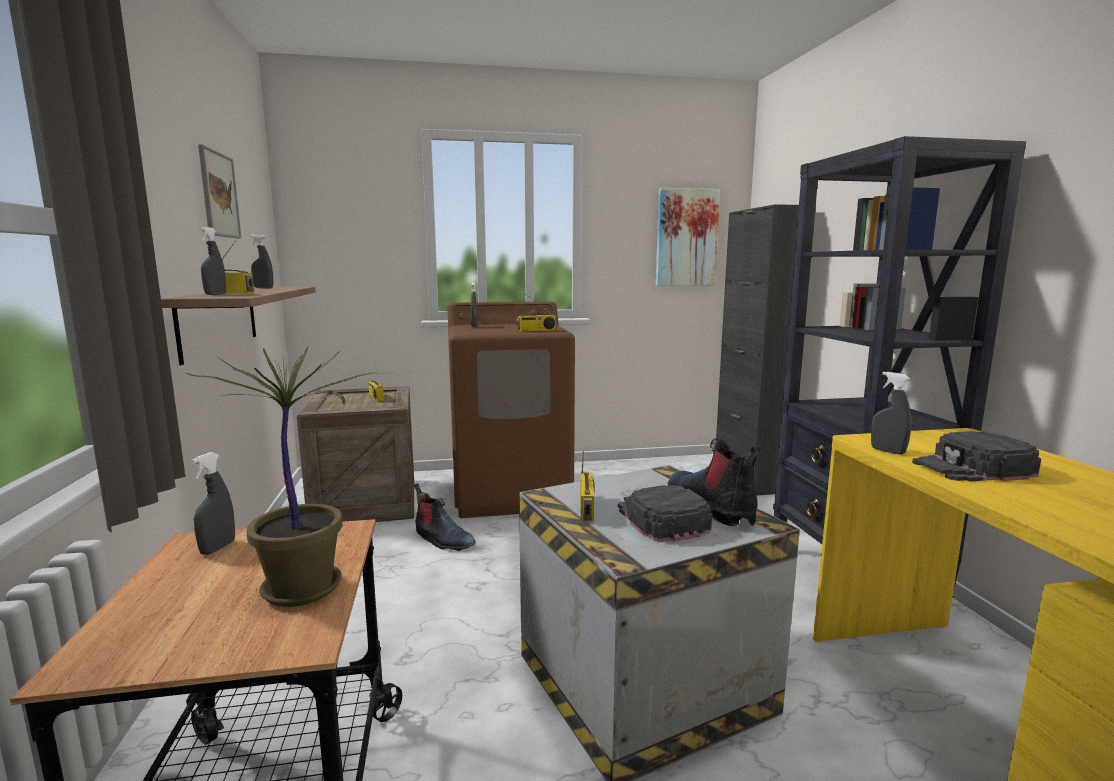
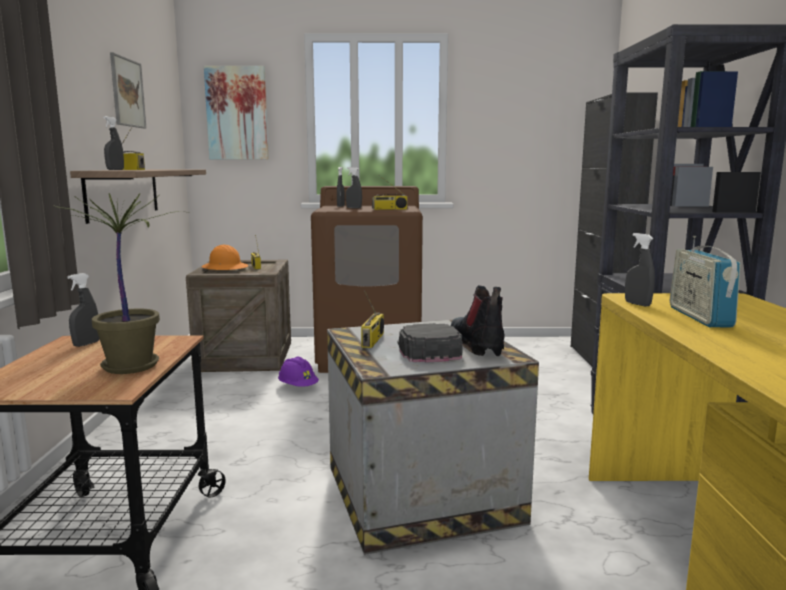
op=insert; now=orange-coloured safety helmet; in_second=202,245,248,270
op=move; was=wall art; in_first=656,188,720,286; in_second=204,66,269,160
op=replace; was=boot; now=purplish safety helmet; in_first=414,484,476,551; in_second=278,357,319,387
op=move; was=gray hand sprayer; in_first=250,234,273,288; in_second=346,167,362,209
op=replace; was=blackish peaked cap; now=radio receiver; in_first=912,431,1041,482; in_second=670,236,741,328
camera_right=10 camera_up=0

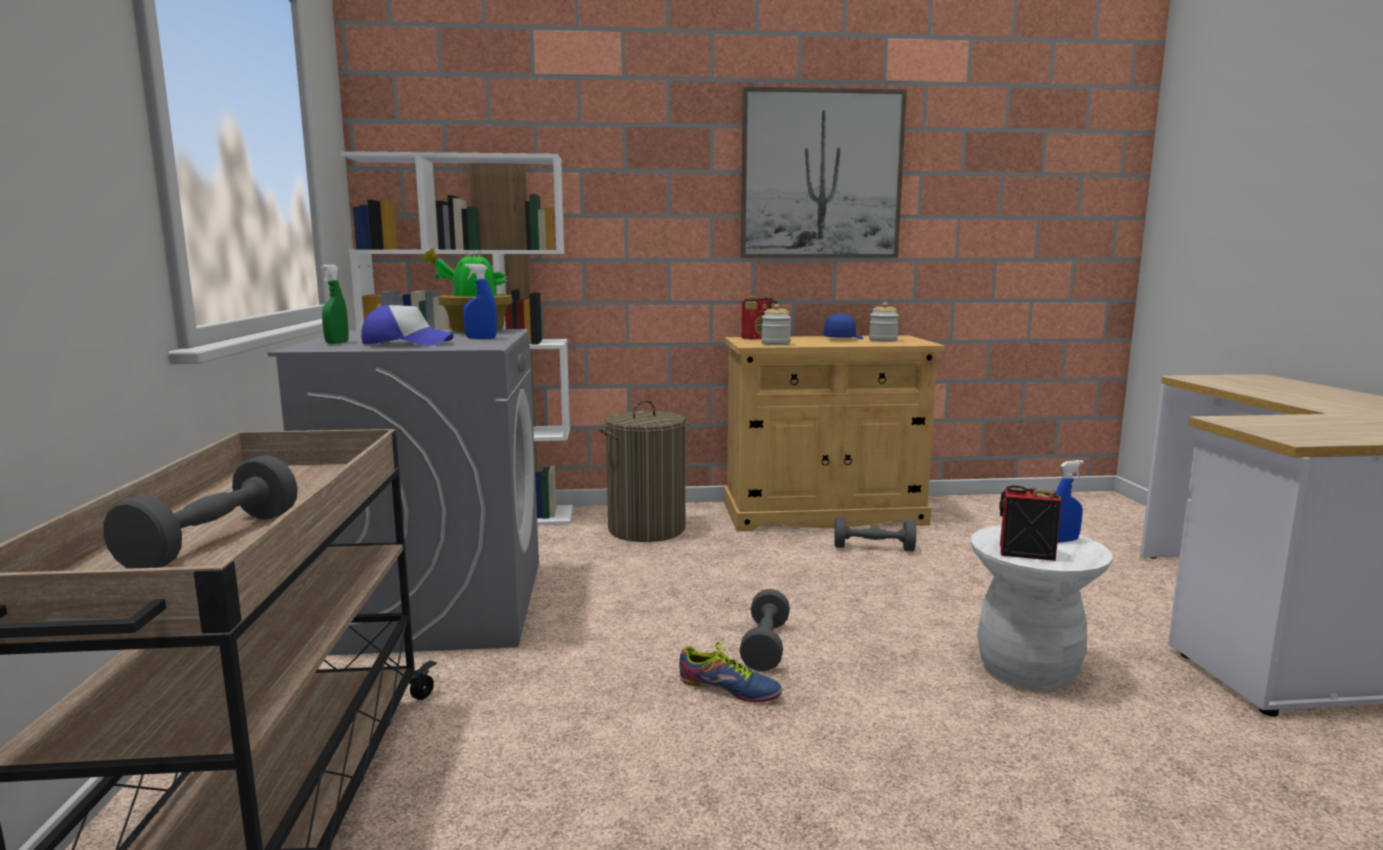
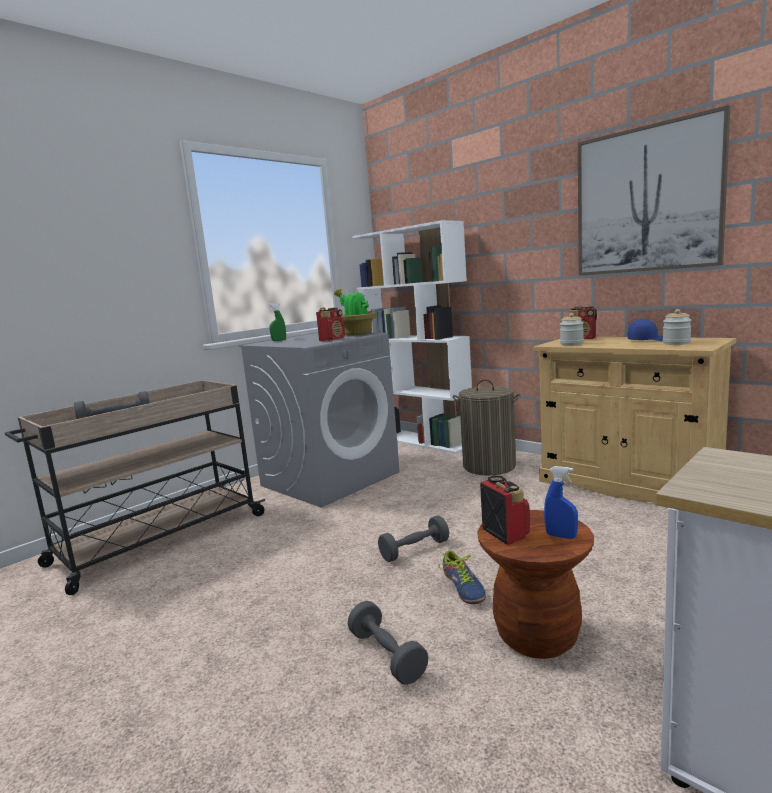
op=replace; was=blue-coloured hand sprayer; now=radio receiver; in_first=463,264,497,339; in_second=316,307,345,341
op=move; was=gray hand weight; in_first=834,517,916,551; in_second=348,601,428,685
op=move; was=item of footwear; in_first=679,642,782,702; in_second=438,551,486,604
op=recolor; was=white stool; now=brownish stool; in_first=971,525,1113,690; in_second=477,510,594,659
op=delete; was=peaked cap; in_first=361,305,453,346
camera_right=50 camera_up=0

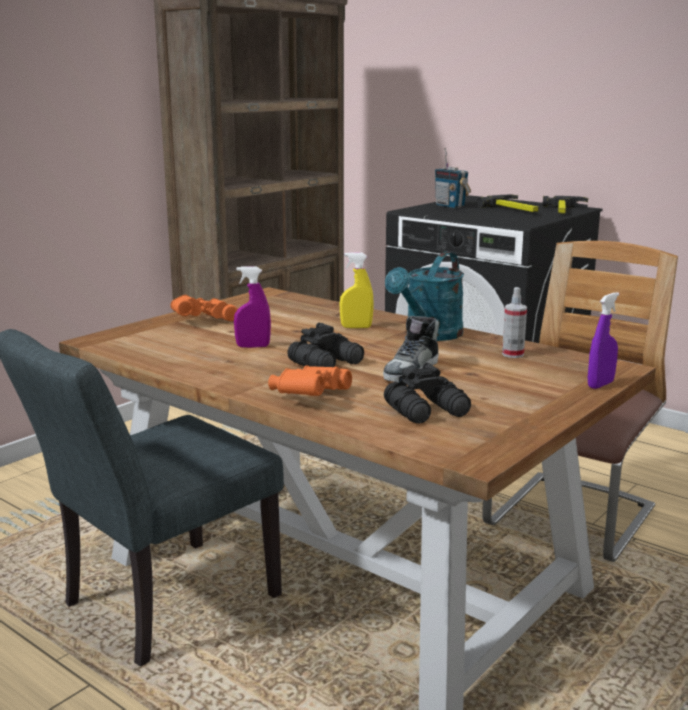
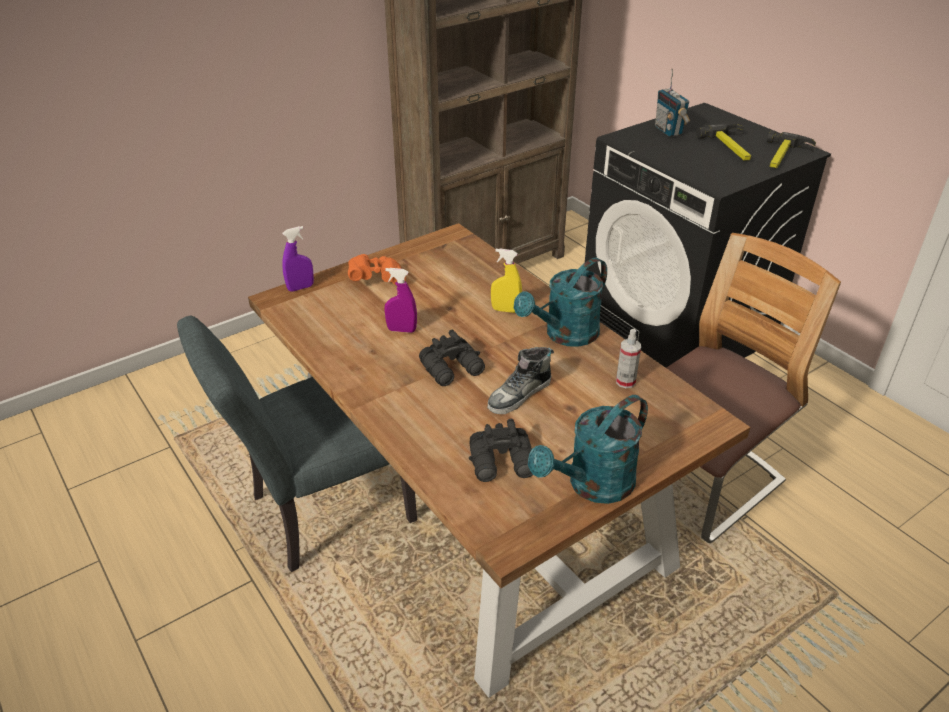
op=move; was=purplish hand sprayer; in_first=588,292,619,389; in_second=282,226,314,291
op=insert; now=turquoise watering can; in_second=528,395,648,504
op=delete; was=orange-coloured binoculars; in_first=268,366,352,396
camera_right=15 camera_up=20

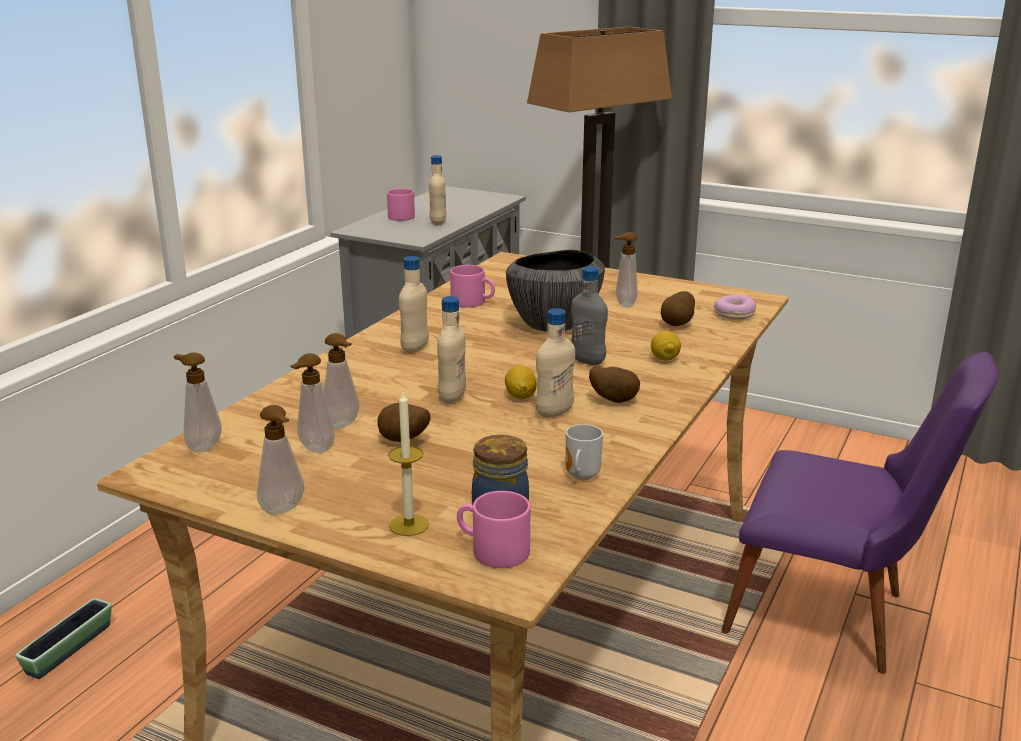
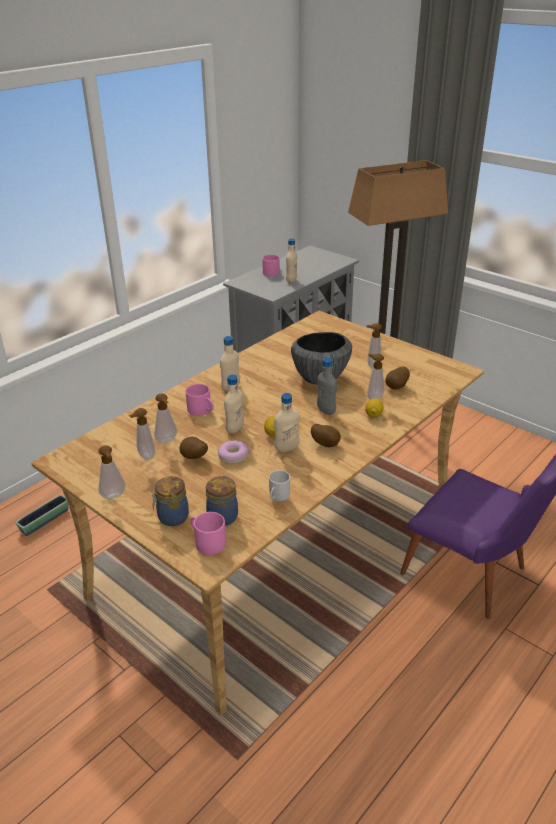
op=replace; was=wax candle; now=jar; in_first=388,392,429,536; in_second=151,476,189,526
op=move; was=pink-coloured tea mug; in_first=450,265,495,308; in_second=185,384,214,416
op=move; was=donut; in_first=714,295,756,320; in_second=218,440,249,464
op=move; was=soap bottle; in_first=174,352,222,452; in_second=367,353,385,400
camera_right=15 camera_up=10

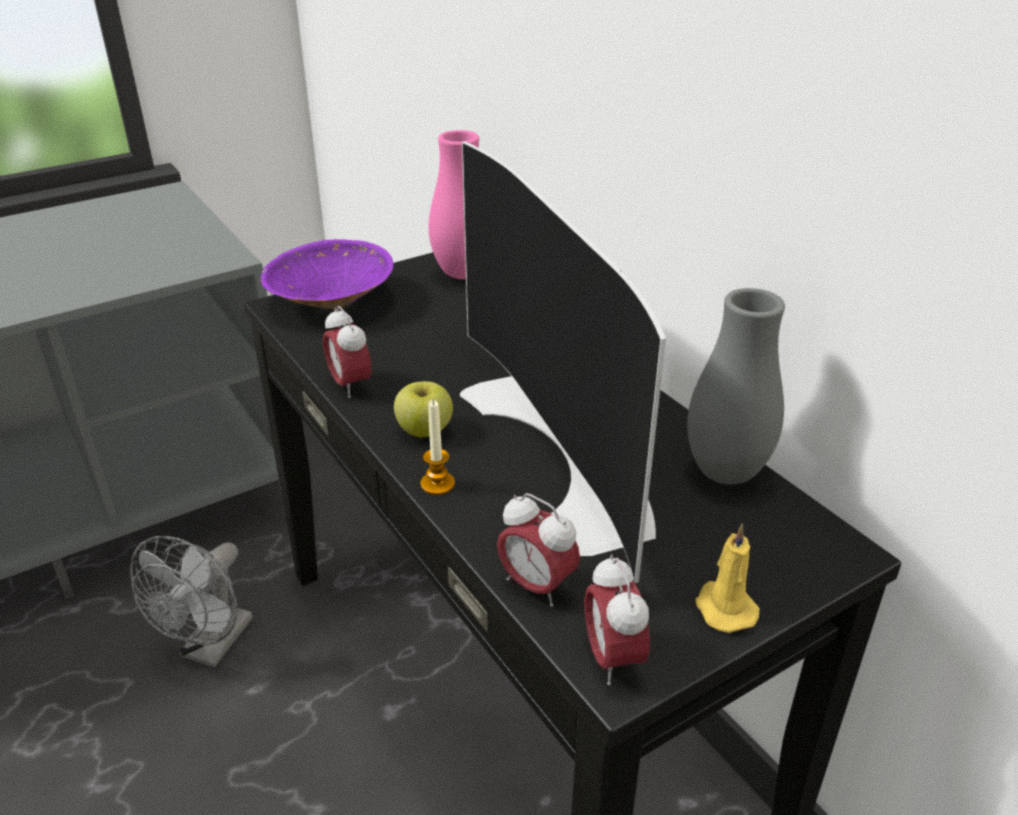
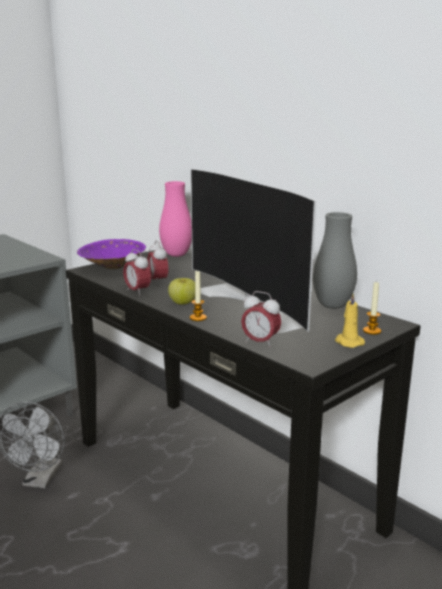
op=move; was=alarm clock; in_first=585,555,650,685; in_second=147,240,168,285
op=insert; now=wax candle; in_second=363,281,381,335
camera_right=-10 camera_up=-15

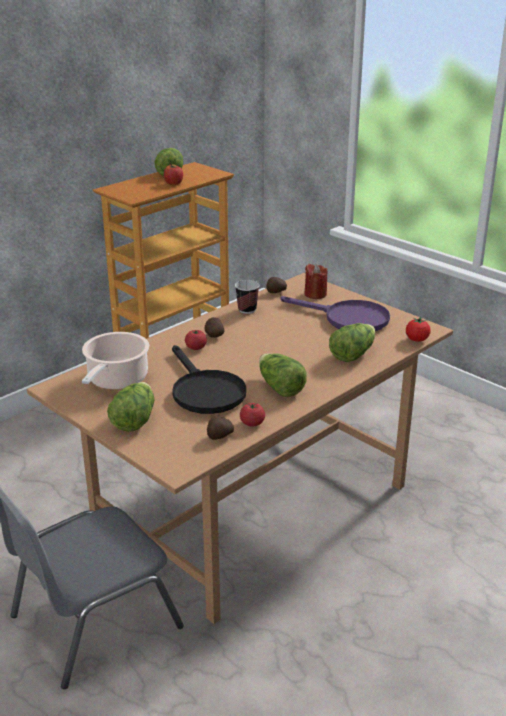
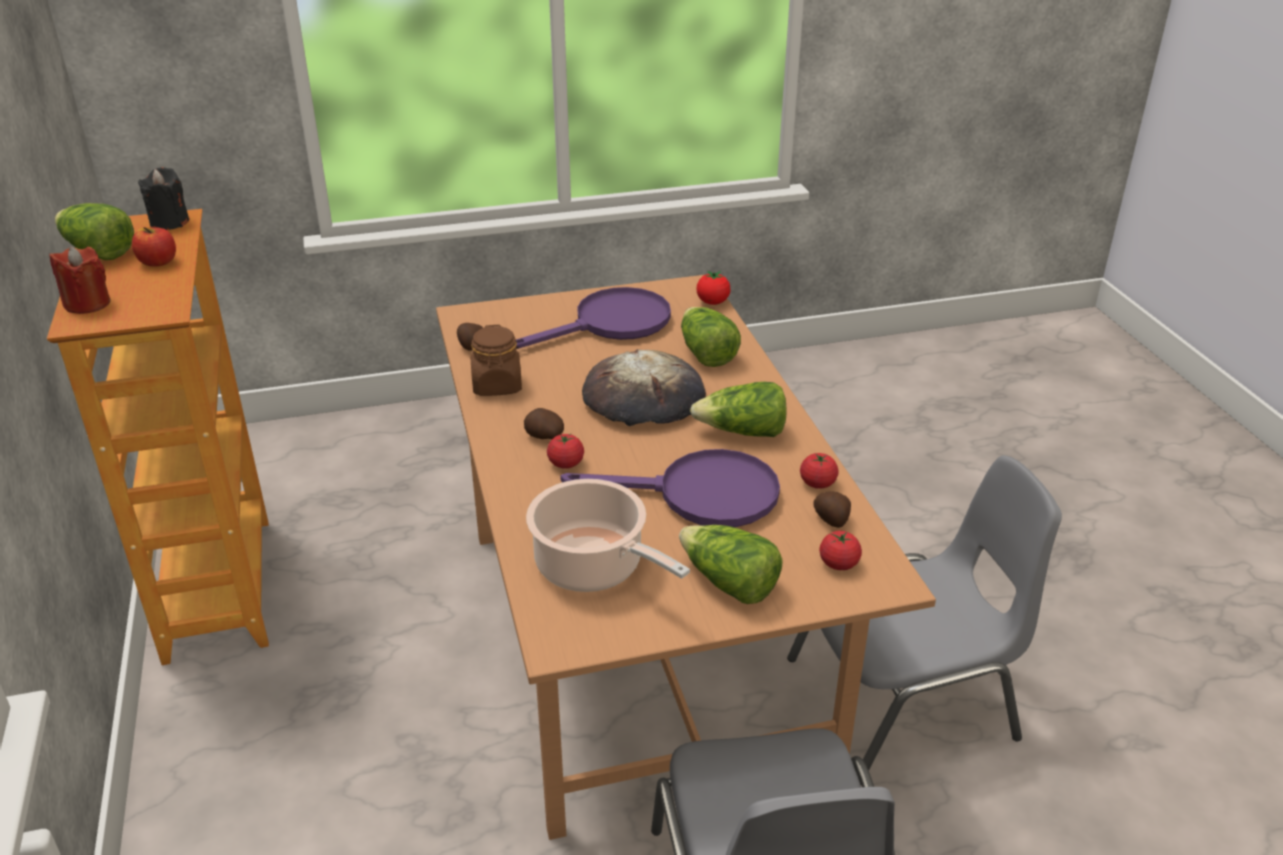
op=move; was=red-coloured wax candle; in_first=304,264,328,299; in_second=49,247,111,314
op=insert; now=blackish wax candle; in_second=138,167,189,230
op=replace; was=drinking cup; now=brownish jar; in_first=235,280,260,314; in_second=471,325,522,396
op=recolor; was=blackish frying pan; now=purplish frying pan; in_first=172,345,246,414; in_second=560,449,780,527
op=insert; now=baked bread; in_second=582,349,706,426
op=insert; now=gray chair; in_second=787,455,1062,785
op=insert; now=fresh tomato; in_second=819,531,862,570
camera_right=-60 camera_up=5

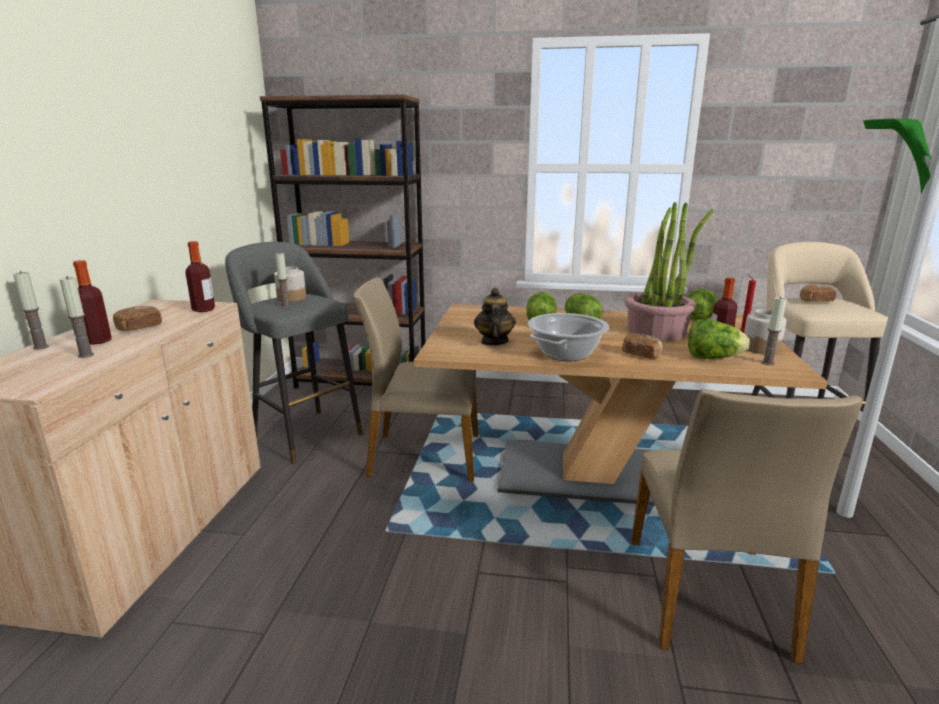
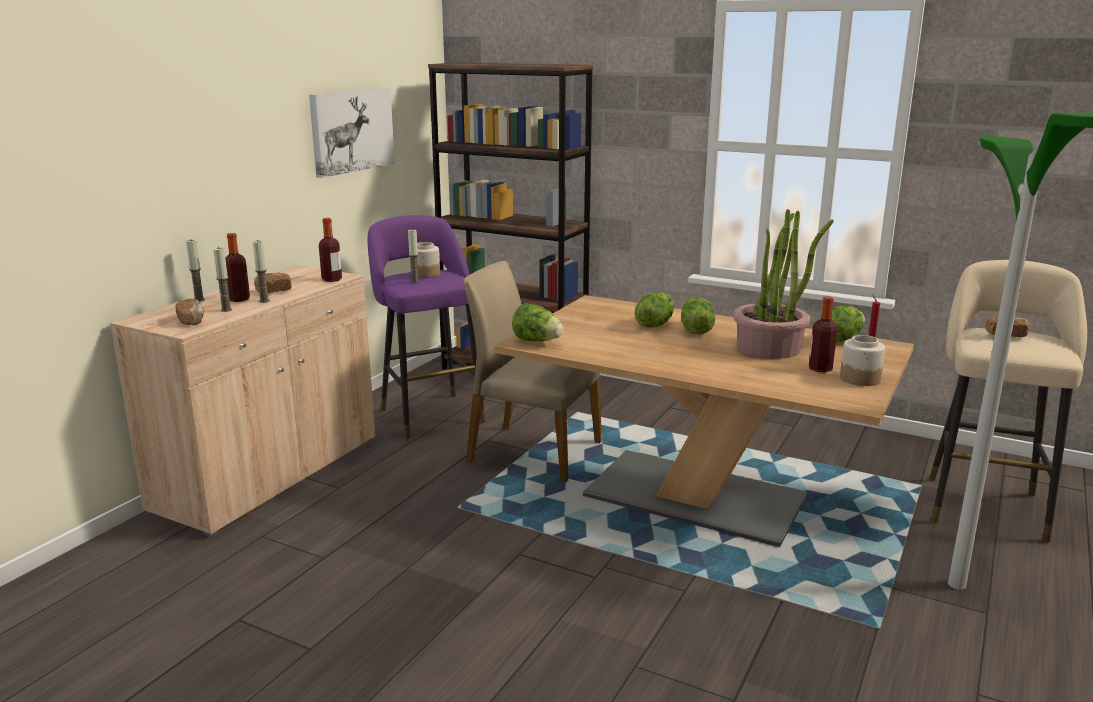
op=move; was=baked bread; in_first=622,333,663,359; in_second=175,299,204,325
op=move; was=wax candle; in_first=762,296,787,365; in_second=253,240,270,303
op=insert; now=wall art; in_second=309,88,395,178
op=recolor; was=gray stool; now=purplish stool; in_first=225,242,363,464; in_second=368,215,486,439
op=move; was=head of lettuce; in_first=688,319,750,359; in_second=512,303,564,341
op=delete; was=teapot; in_first=474,288,516,346
op=delete; was=cooking pot; in_first=528,313,609,361
op=delete; was=beige chair; in_first=631,389,862,664
camera_right=20 camera_up=0

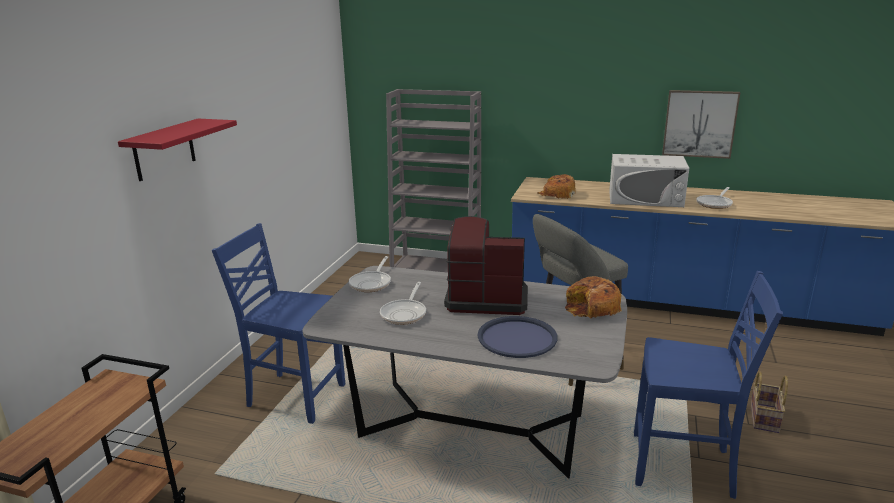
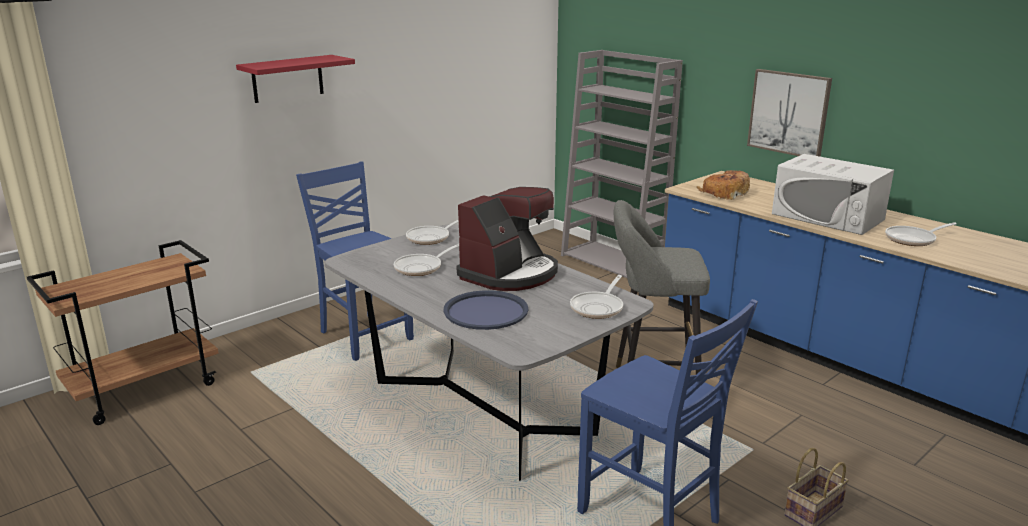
op=rotate; was=coffee machine; in_first=444,216,528,315; in_second=457,187,558,291; clockwise=90
op=replace; was=baked bread; now=frying pan; in_first=565,276,622,319; in_second=570,275,623,319
op=move; was=wall art; in_first=662,90,740,159; in_second=747,69,832,157
camera_right=30 camera_up=0

